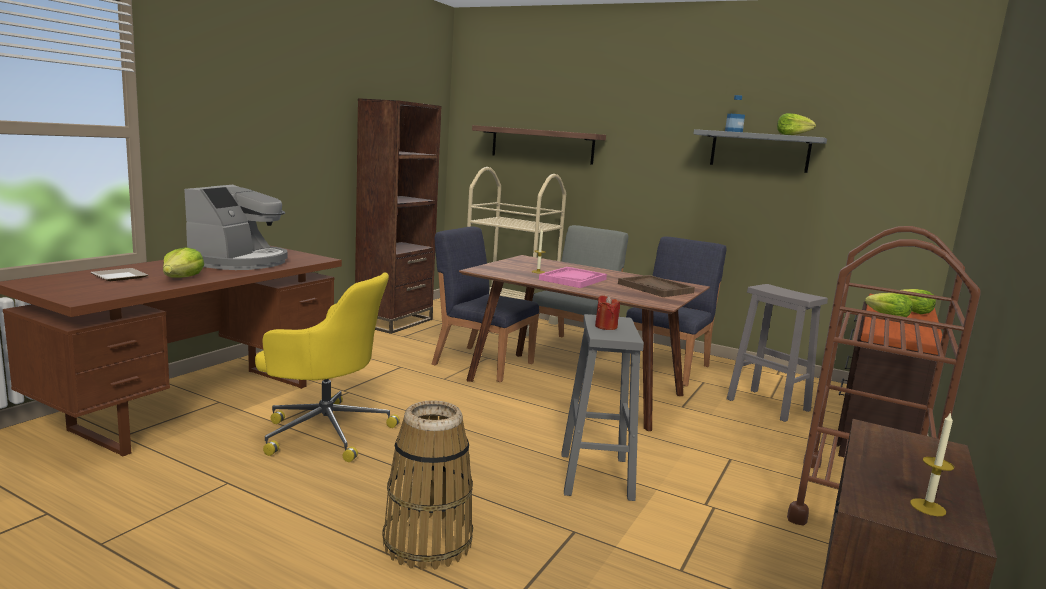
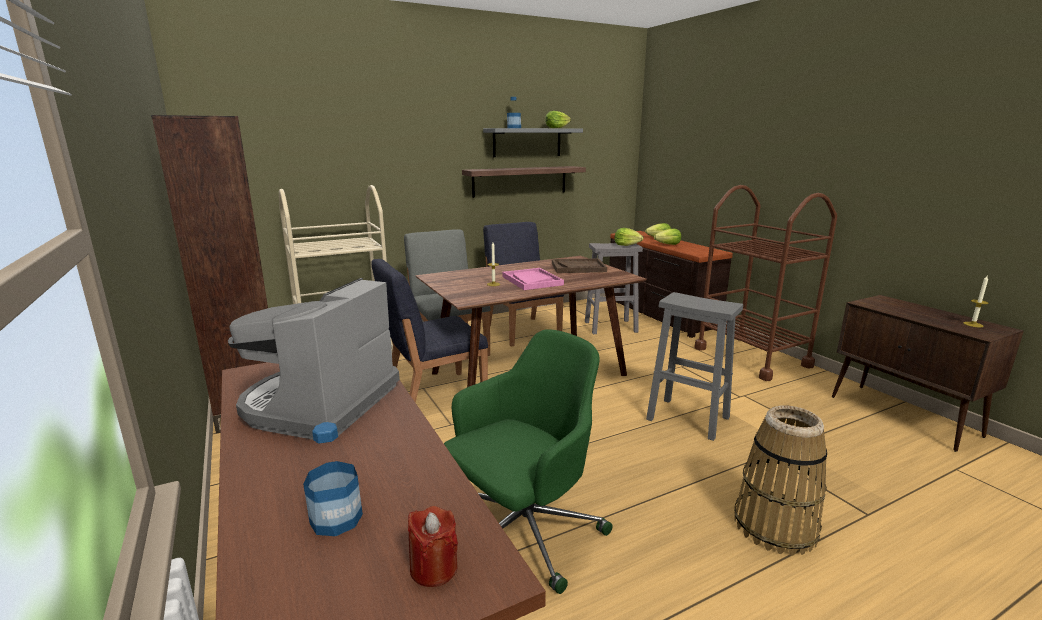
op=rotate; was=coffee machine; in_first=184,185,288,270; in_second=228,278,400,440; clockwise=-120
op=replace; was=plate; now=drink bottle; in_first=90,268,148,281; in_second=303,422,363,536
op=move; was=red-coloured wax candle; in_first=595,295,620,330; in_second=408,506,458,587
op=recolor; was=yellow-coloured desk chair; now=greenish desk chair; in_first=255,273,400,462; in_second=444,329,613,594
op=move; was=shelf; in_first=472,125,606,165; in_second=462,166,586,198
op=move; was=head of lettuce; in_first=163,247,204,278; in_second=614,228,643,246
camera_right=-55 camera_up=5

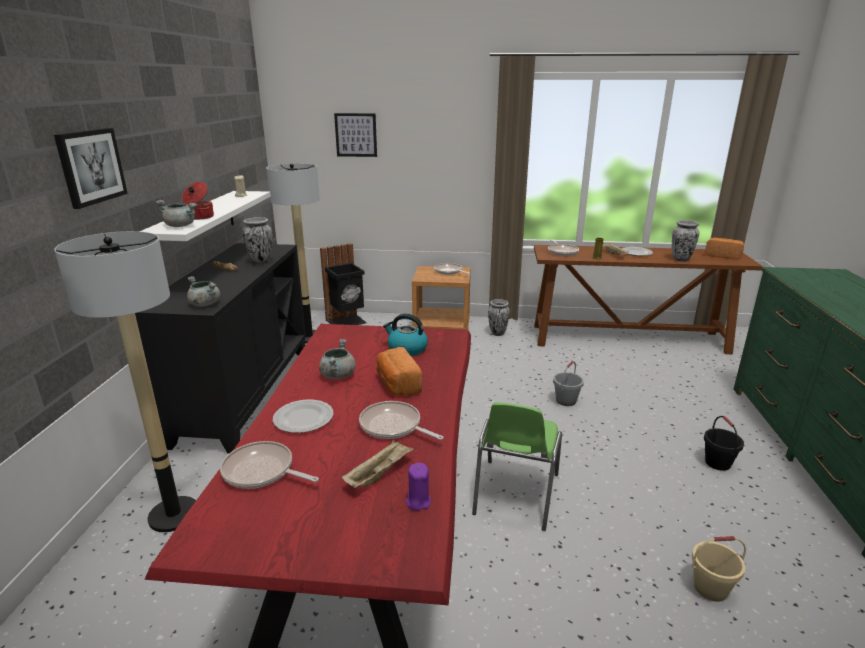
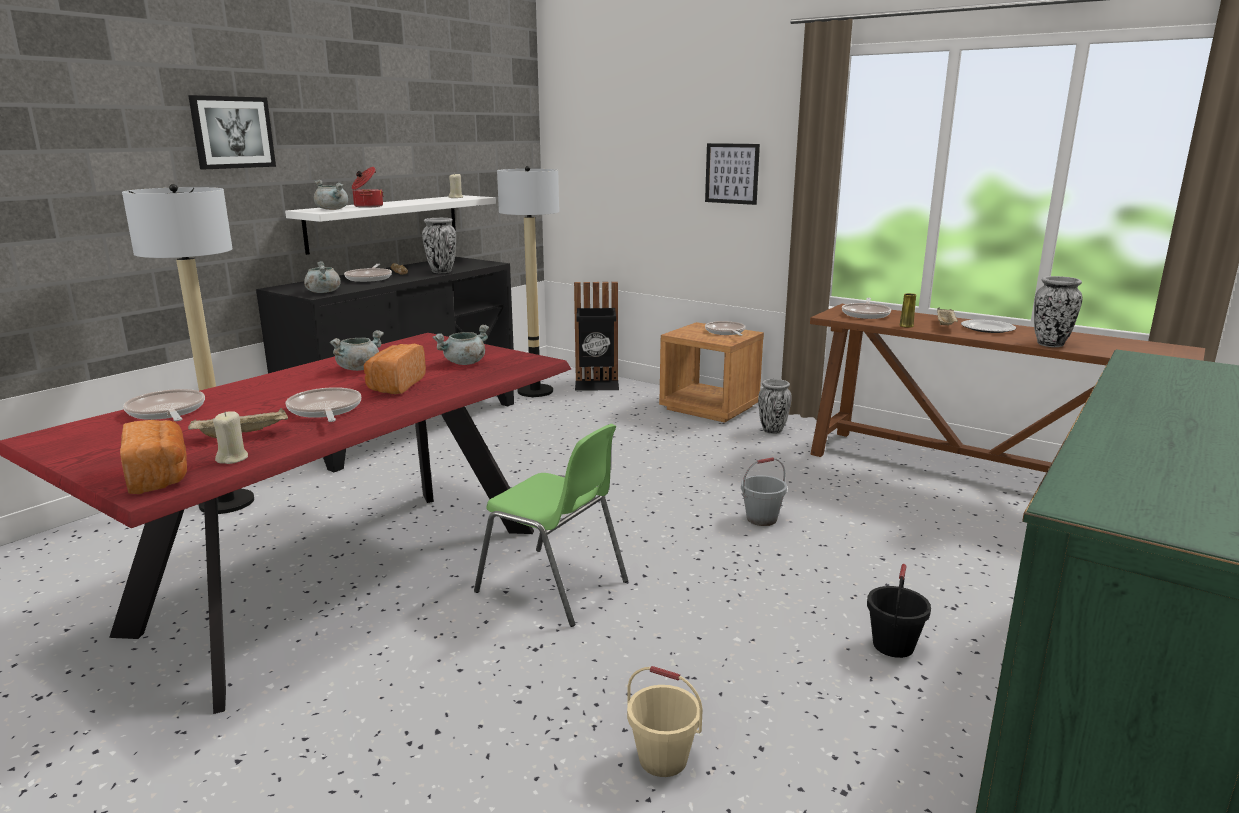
op=move; was=baked bread; in_first=705,237,744,260; in_second=120,420,187,494
op=recolor; was=purplish wax candle; now=beige wax candle; in_first=406,463,431,511; in_second=213,411,248,464
op=insert; now=frying pan; in_second=344,264,392,282
op=replace; was=kettle; now=gray cooking pot; in_first=383,314,428,356; in_second=432,325,489,365
op=rotate; was=greenish chair; in_first=472,402,562,531; in_second=474,424,628,627; clockwise=-105
op=move; was=wall art; in_first=334,113,377,157; in_second=705,143,760,205
op=delete; was=plate; in_first=273,399,334,433
camera_right=30 camera_up=-5

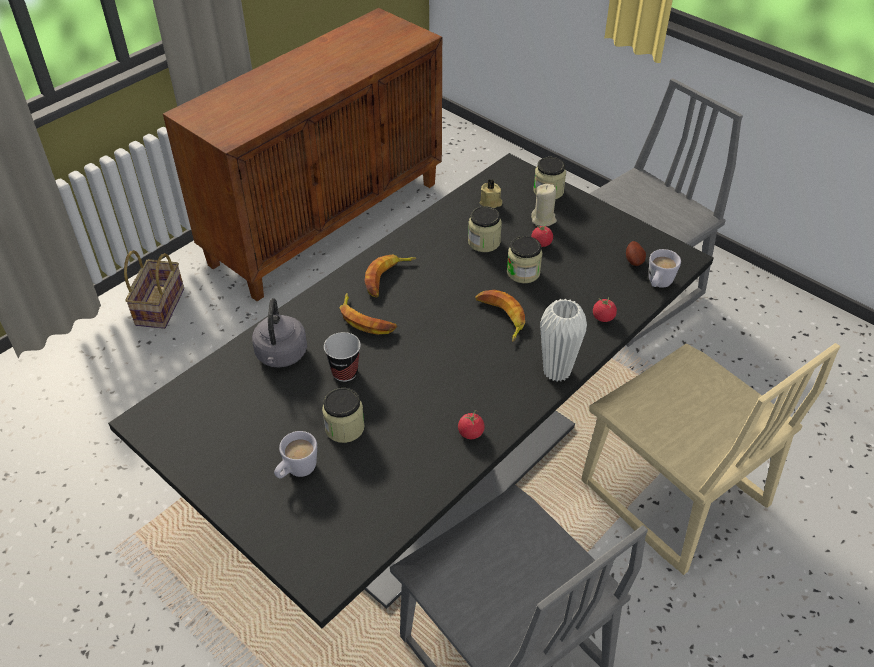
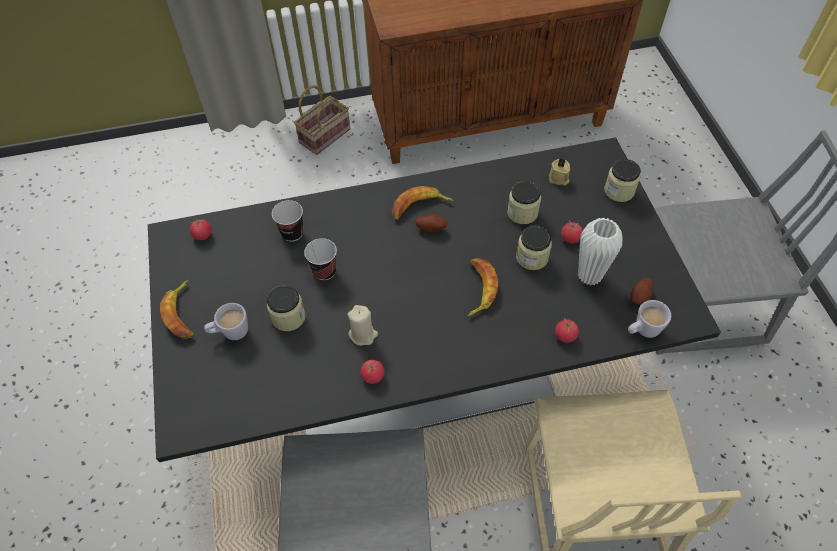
op=move; was=whole banana; in_first=339,293,397,335; in_second=160,280,194,339
op=insert; now=fresh tomato; in_second=190,218,212,240
op=replace; was=gray kettle; now=drinking cup; in_first=252,298,307,368; in_second=272,200,303,242
op=move; was=beige wax candle; in_first=531,184,557,226; in_second=347,305,378,346
op=insert; now=potato; in_second=415,214,448,232
op=move; was=white decorative vase; in_first=540,299,587,381; in_second=578,218,623,286
camera_right=35 camera_up=10

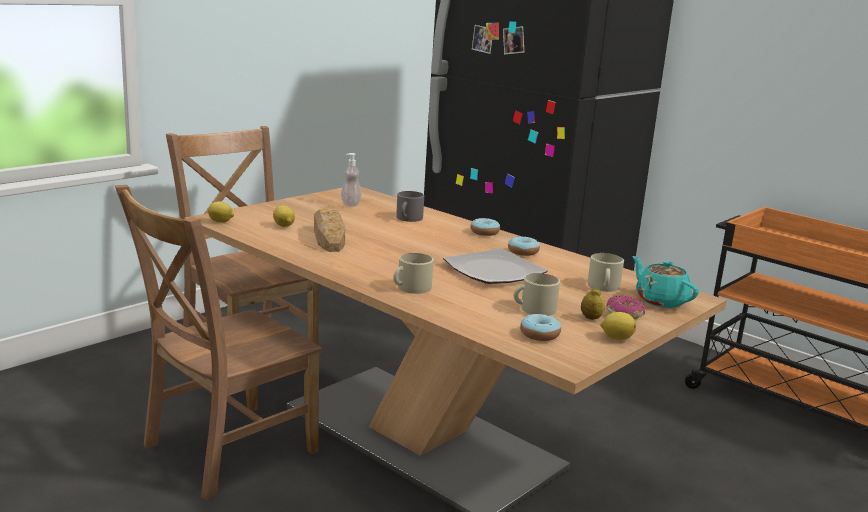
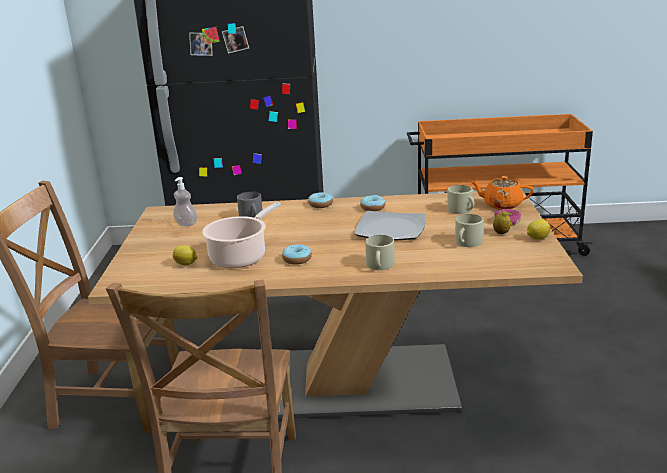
op=replace; was=baked bread; now=cooking pot; in_first=314,210,345,252; in_second=202,202,281,268
op=move; was=donut; in_first=520,314,561,341; in_second=282,244,312,265
op=recolor; was=turquoise teapot; now=orange-coloured teapot; in_first=632,256,699,308; in_second=470,176,534,209
op=delete; was=lemon; in_first=208,201,234,223
camera_right=-40 camera_up=5

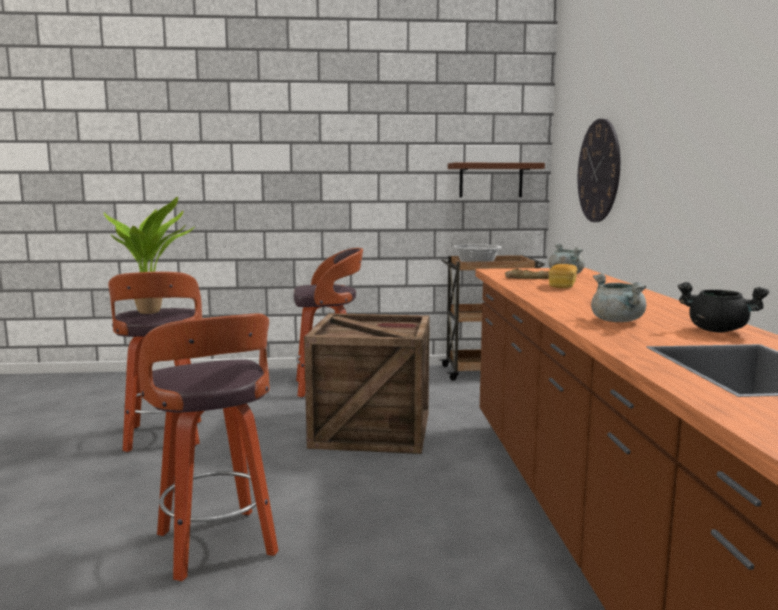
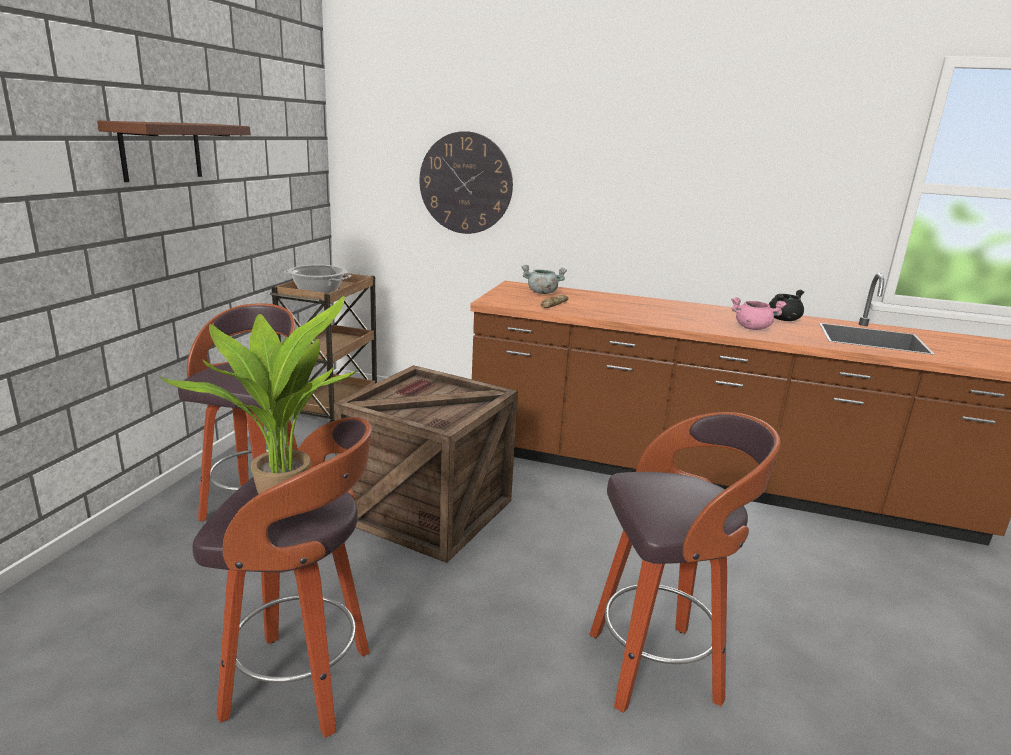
op=move; was=brownish shelf; in_first=448,163,545,197; in_second=97,121,251,182
op=recolor; was=gray cooking pot; now=pink-coloured cooking pot; in_first=591,273,646,322; in_second=731,297,786,330
op=delete; was=baked bread; in_first=548,264,577,288
camera_right=-70 camera_up=10

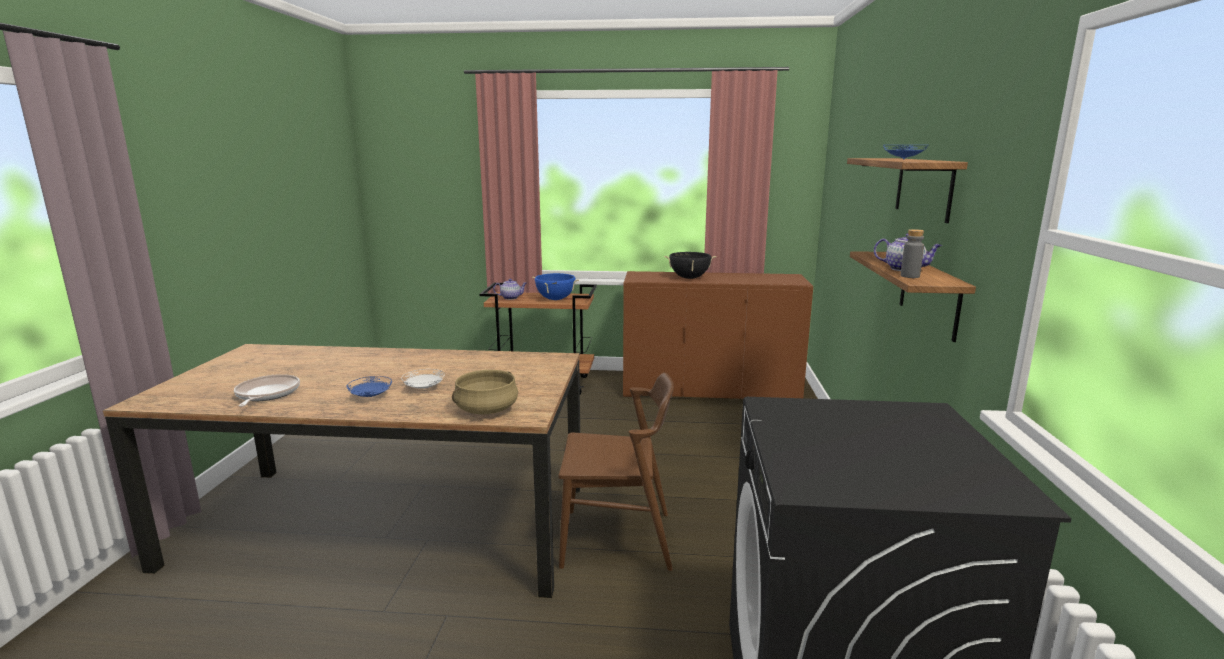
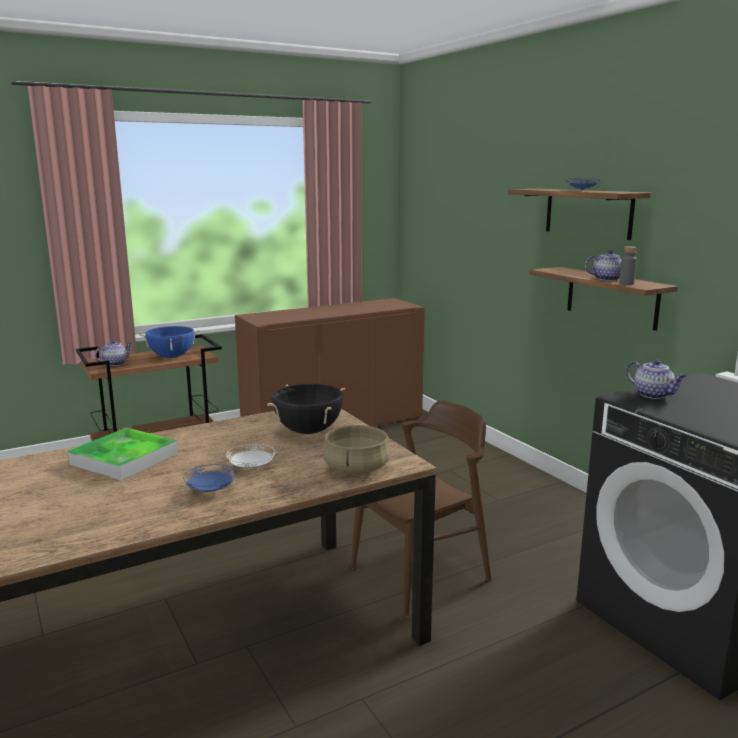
op=insert; now=carrying tray; in_second=68,428,178,480
op=move; was=blackish cooking pot; in_first=664,252,716,279; in_second=267,384,345,434
op=insert; now=teapot; in_second=626,359,686,399
op=delete; was=frying pan; in_first=234,374,300,407
camera_right=-35 camera_up=0

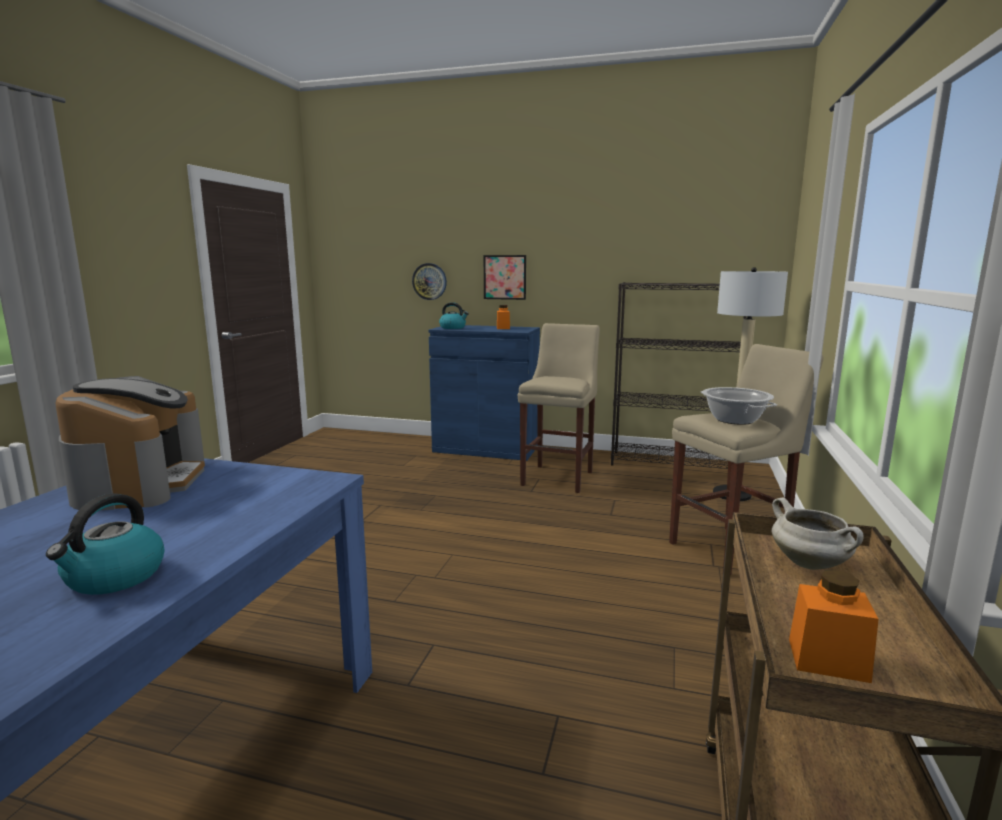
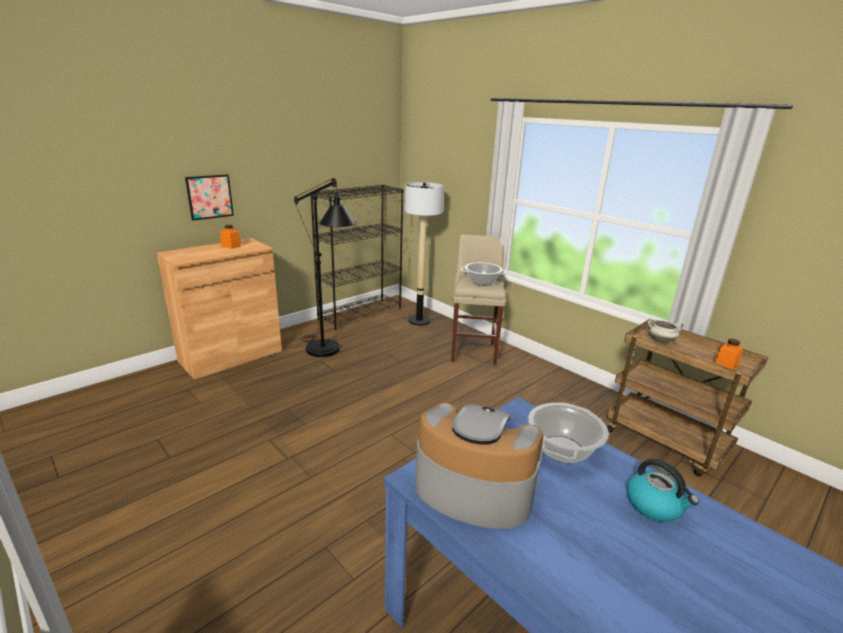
op=recolor; was=blue-coloured cabinet; now=brownish cabinet; in_first=428,325,540,461; in_second=157,238,282,380
op=replace; was=beige stool; now=blackish standard lamp; in_first=518,323,600,493; in_second=294,178,356,357
op=insert; now=cooking pot; in_second=528,403,609,463
op=delete; was=wall clock; in_first=412,263,447,300
op=delete; was=kettle; in_first=439,302,469,329
camera_right=-60 camera_up=10

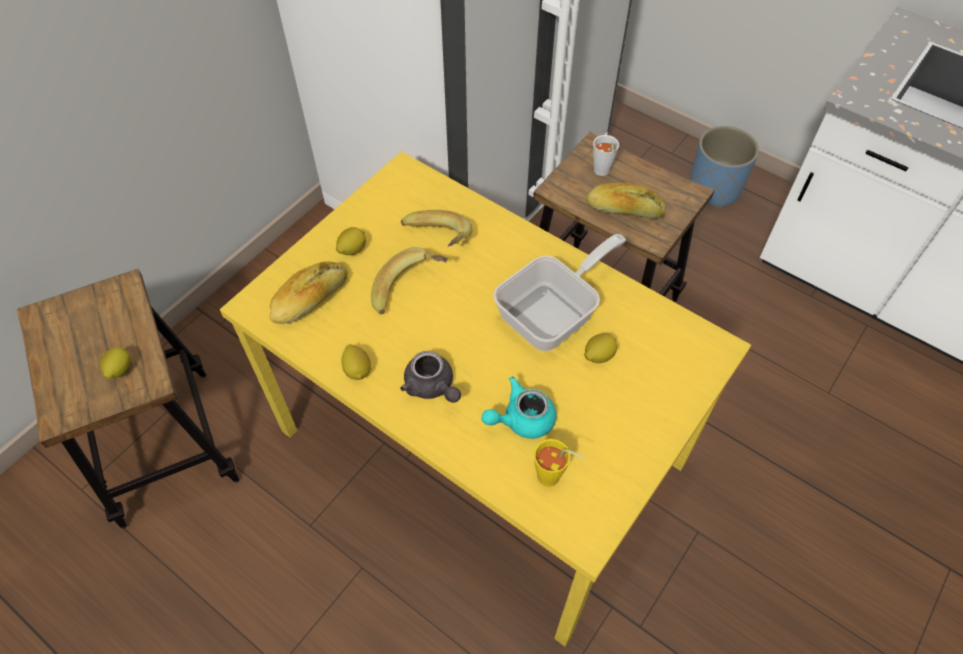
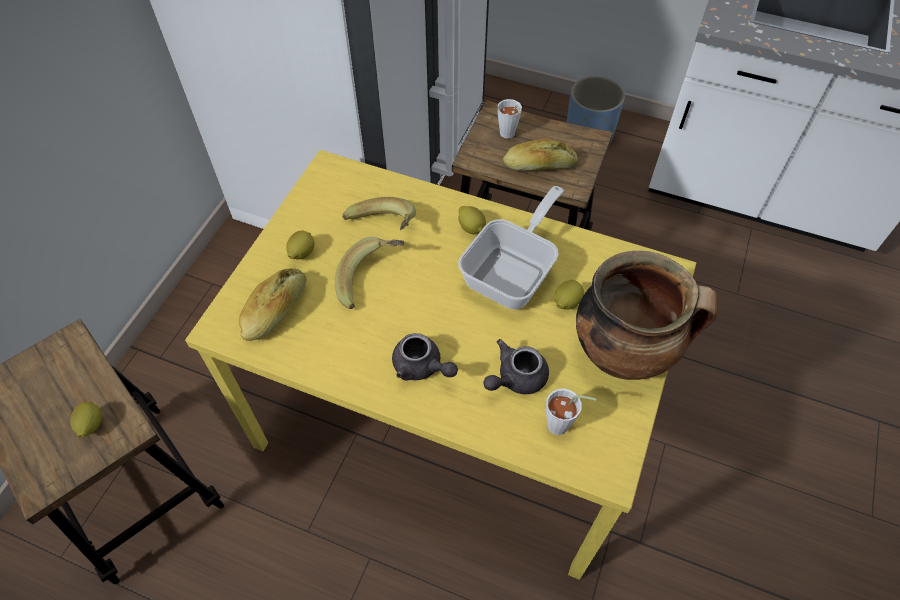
op=move; was=lemon; in_first=341,344,371,380; in_second=459,206,486,234
op=recolor; was=turquoise teapot; now=gray teapot; in_first=482,377,556,439; in_second=484,339,549,394
op=recolor; was=yellow-coloured drinking cup; now=white drinking cup; in_first=534,439,584,487; in_second=546,389,596,435
op=insert; now=cooking pot; in_second=576,251,718,380
camera_right=-15 camera_up=0

